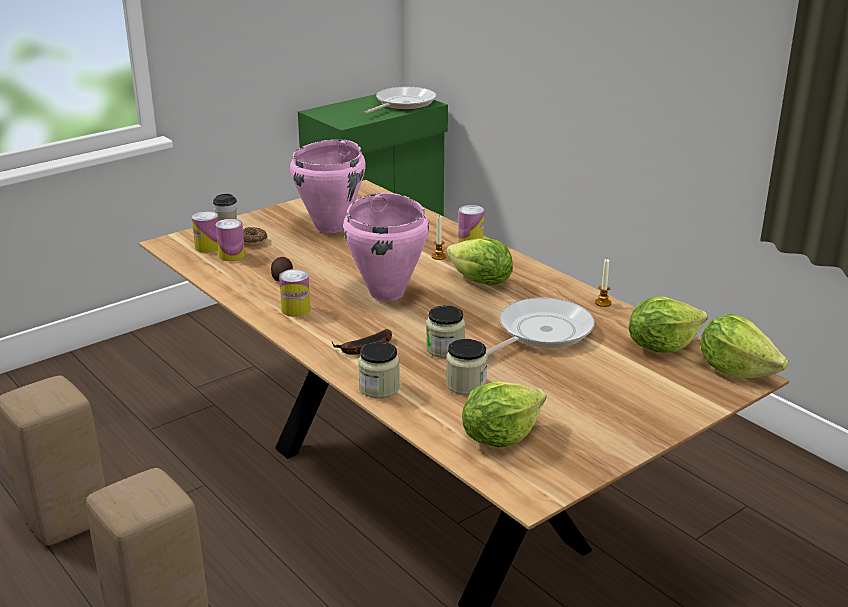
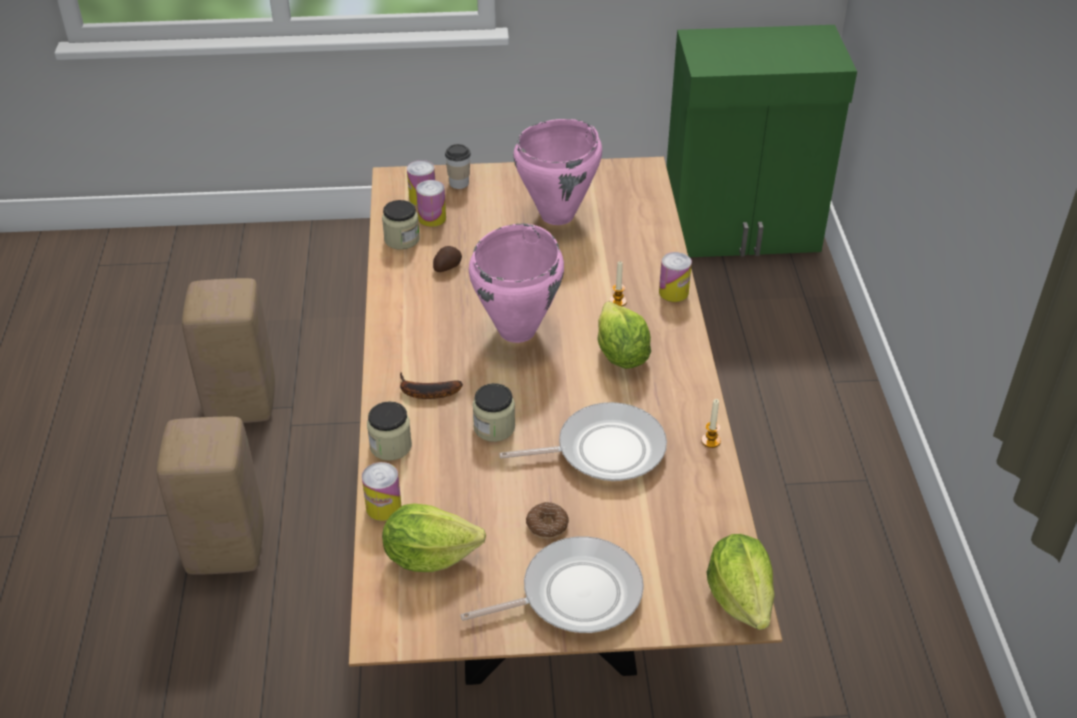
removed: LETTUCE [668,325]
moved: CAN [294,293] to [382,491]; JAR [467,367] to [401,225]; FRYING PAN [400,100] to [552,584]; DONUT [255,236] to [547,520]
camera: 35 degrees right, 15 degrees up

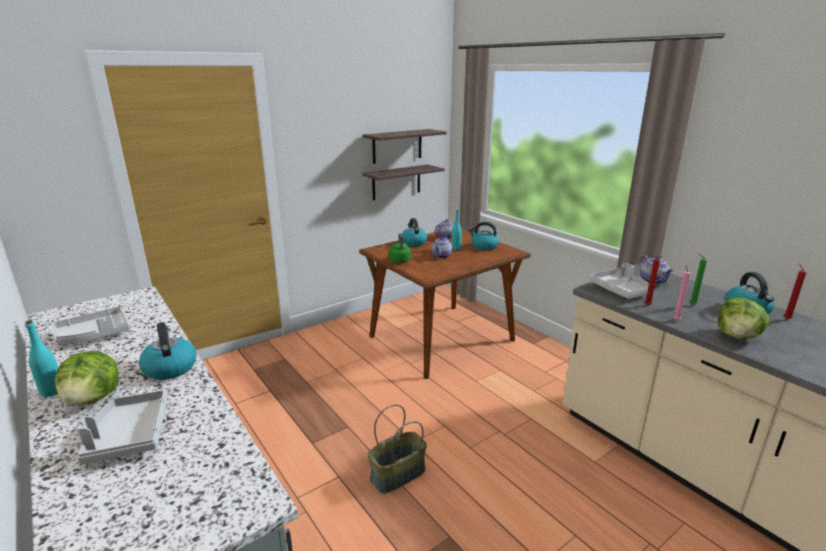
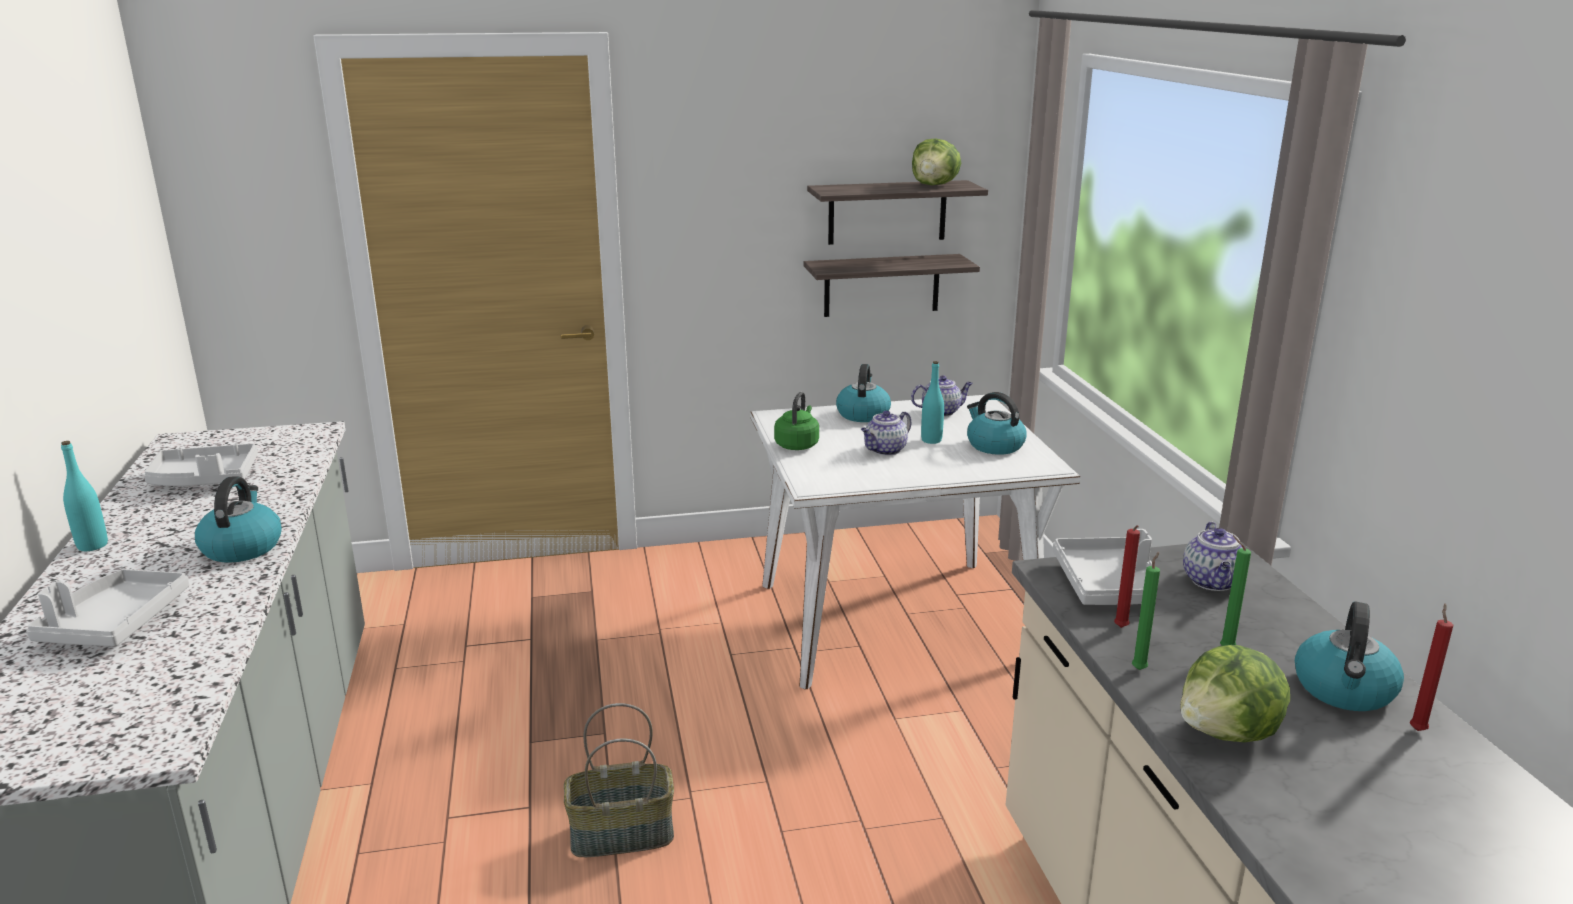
moved: LETTUCE [87,378] to [936,161]
recoloured: BROWN DINING TABLE [445,304] to WHITE DINING TABLE [915,542]; PINK CANDLE [682,292] to GREEN CANDLE [1146,611]
camera: 25 degrees right, 0 degrees up

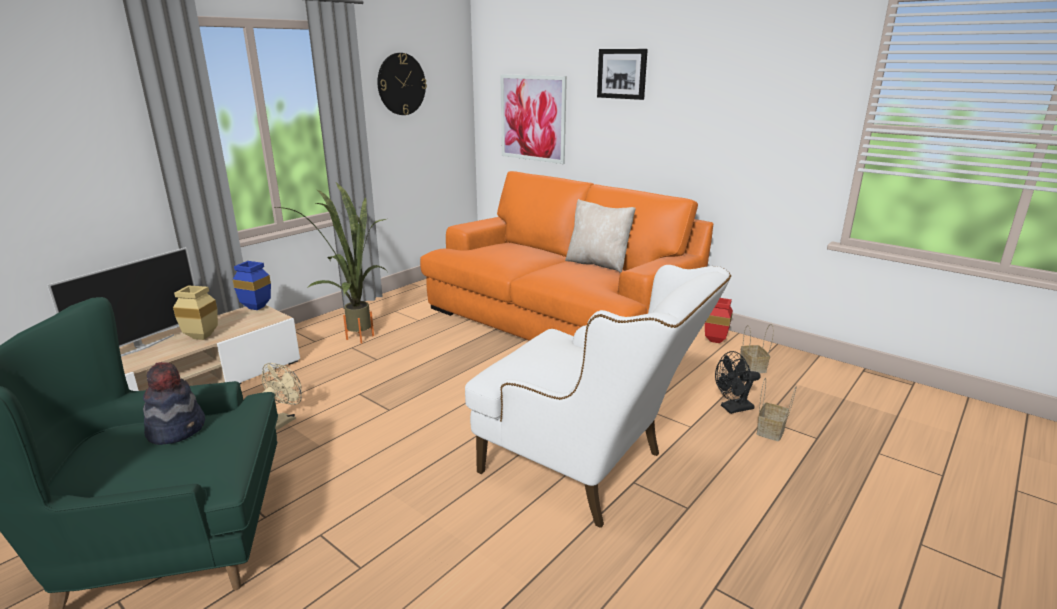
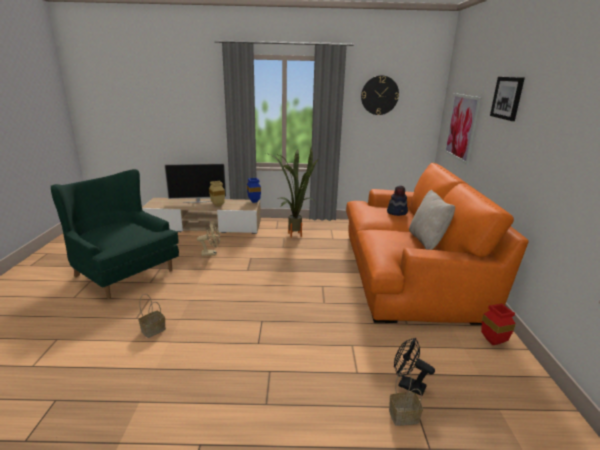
removed: WHITE ARMCHAIR [598,396]
moved: BASKET [757,348] to [152,316]; HAT [174,403] to [397,200]
camera: 50 degrees right, 0 degrees up

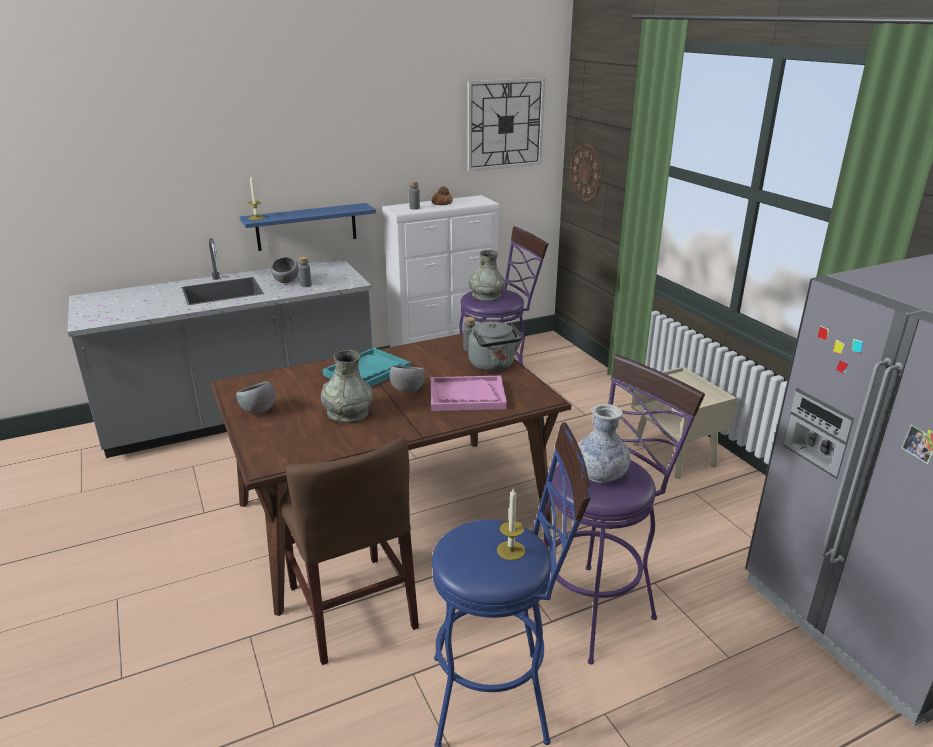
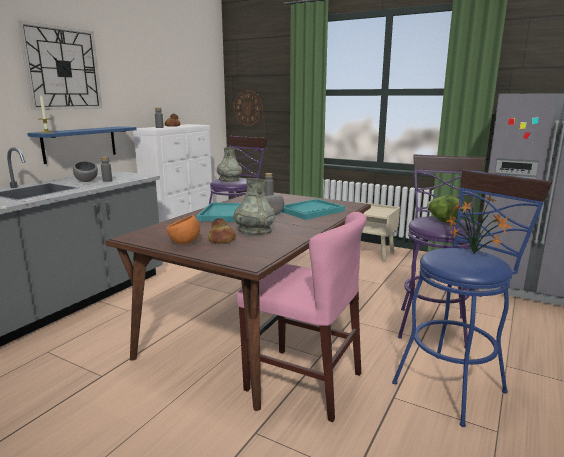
removed: GREY KETTLE [495,346]
added: BREAD [222,231]
moved: WALL CLOCK [506,124] to [60,65]
replaced: VASE [604,443] to LETTUCE [445,209]; CANDLE [511,523] to POTTED PLANT [479,224]
recoloured: GREY BOWL [255,397] to ORANGE BOWL [183,229]; BROWN CHAIR [349,551] to PINK CHAIR [301,317]; PINK TRAY [469,393] to TURQUOISE TRAY [313,209]
camera: 35 degrees left, 10 degrees down

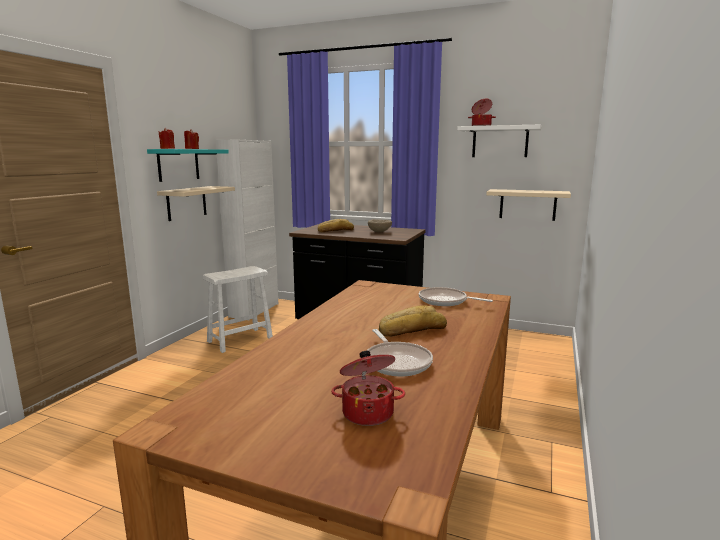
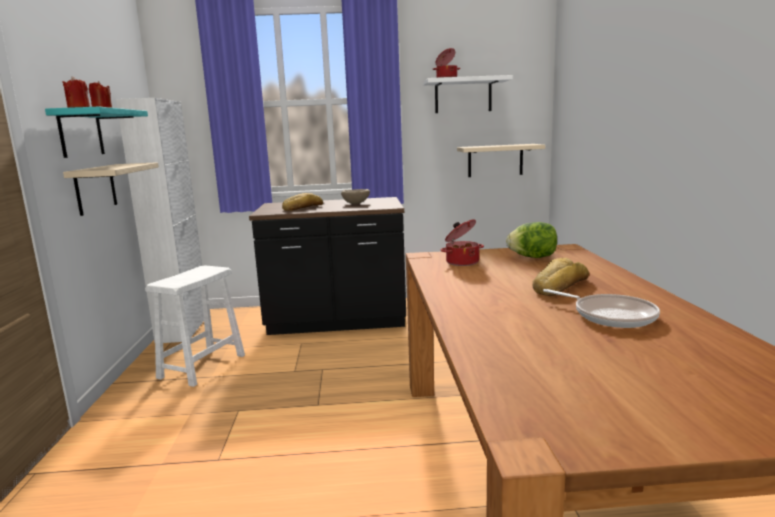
moved: COOKING POT [368,388] to [462,242]
replaced: FRYING PAN [456,296] to LETTUCE [531,240]
camera: 25 degrees left, 0 degrees up

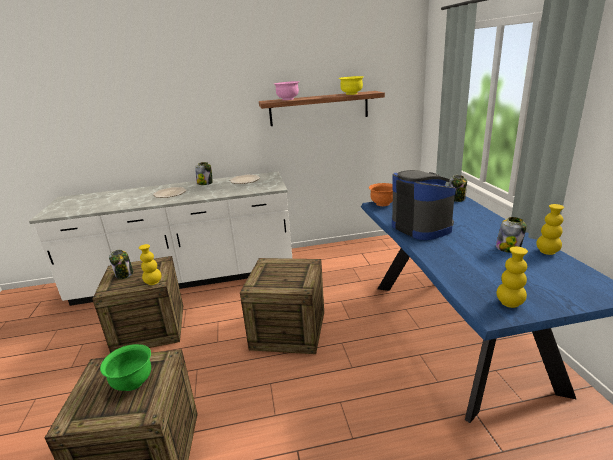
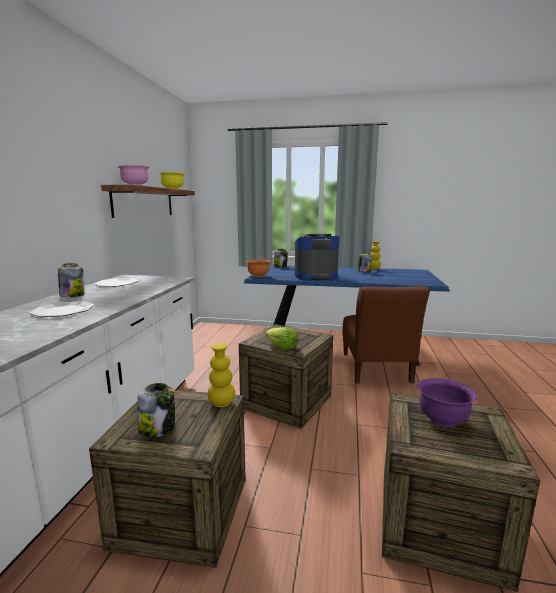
removed: YELLOW VASE [512,277]
added: LETTUCE [282,338]; BROWN CHAIR [386,335]
recoloured: GREEN BOWL [125,367] to PURPLE BOWL [447,402]
camera: 70 degrees left, 10 degrees down

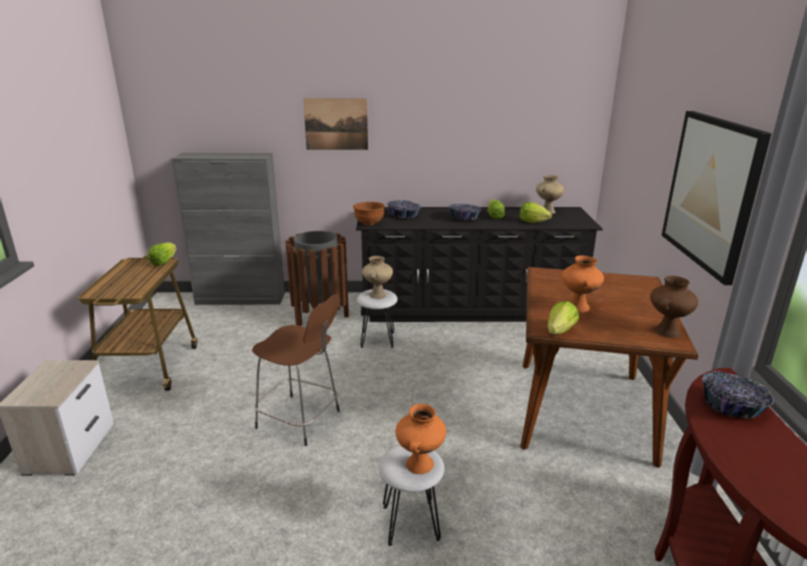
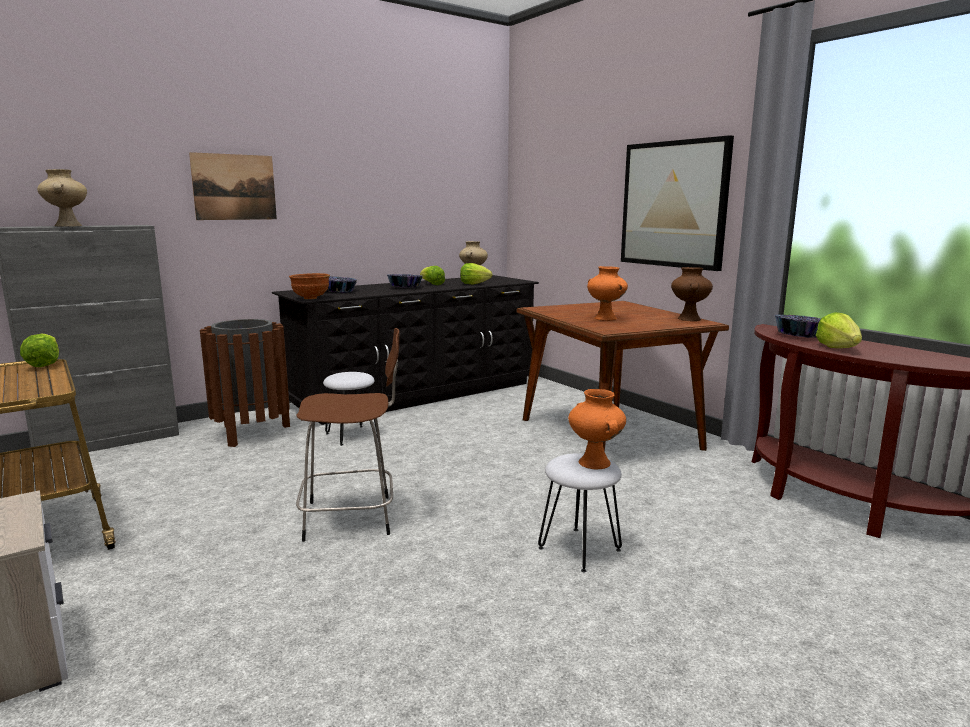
moved: BEIGE VASE [377,277] to [62,198]; LETTUCE [563,318] to [839,330]
camera: 35 degrees left, 10 degrees down

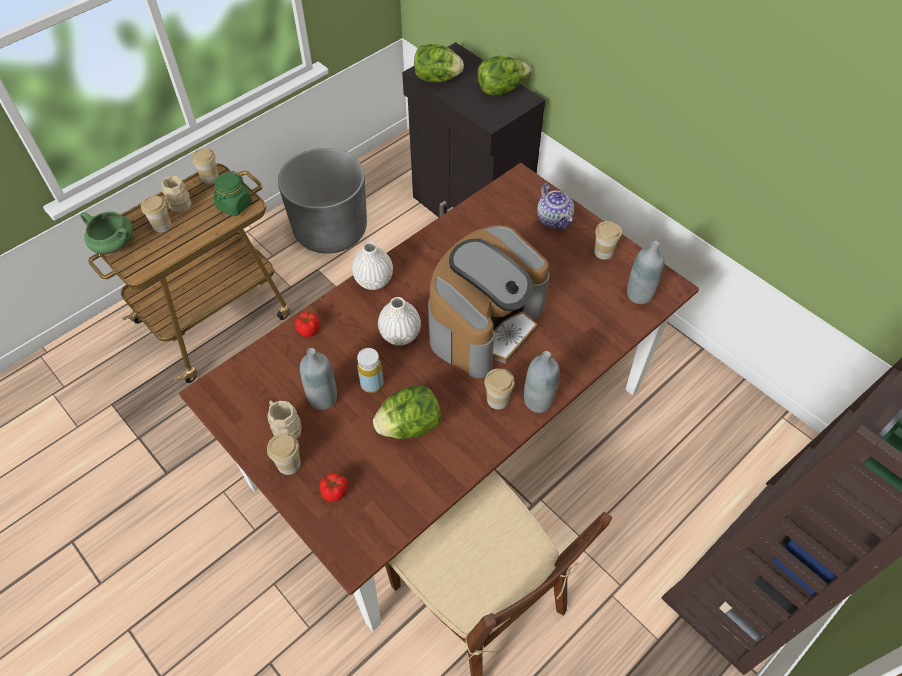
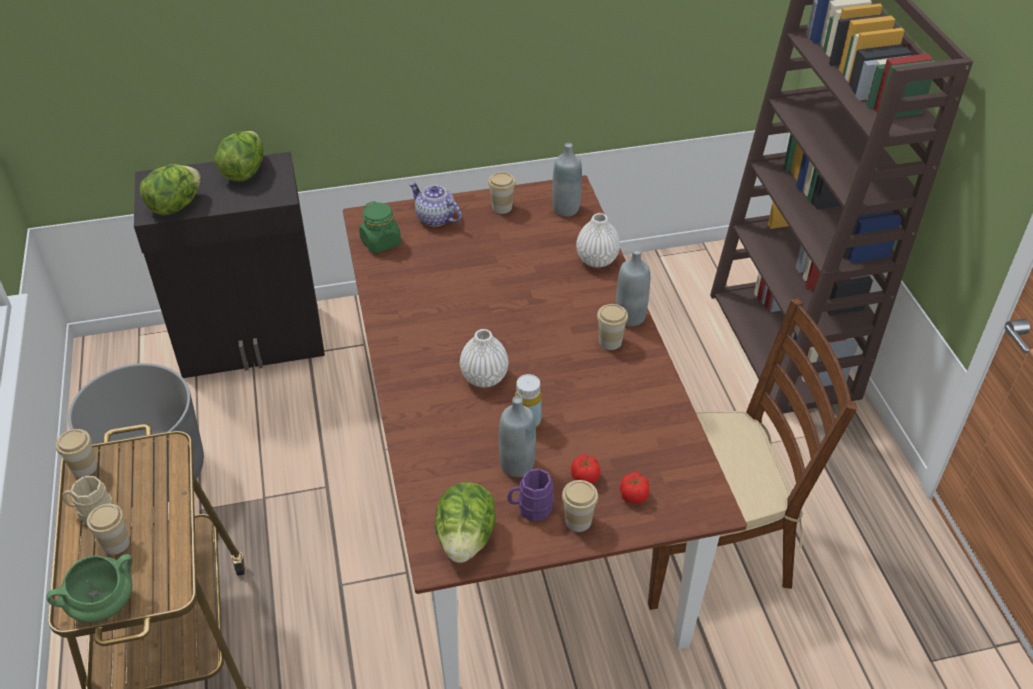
removed: COFFEE MACHINE [488,301]
moved: GREEN JAR [233,193] to [380,227]; LETTUCE [407,412] to [465,522]; TOMATO [307,324] to [586,469]; WHITE VASE [372,266] to [598,240]
recoloured: BEIGE MUG [284,419] to PURPLE MUG [530,495]
turned: TEAPOT [555,206] = [435,204] 150 degrees counterclockwise
camera: 60 degrees left, 10 degrees down

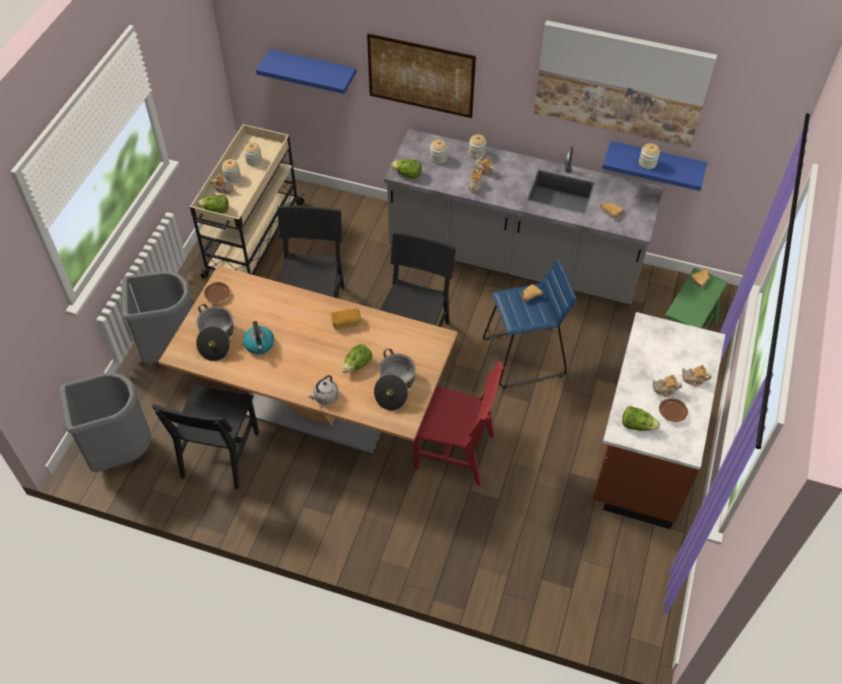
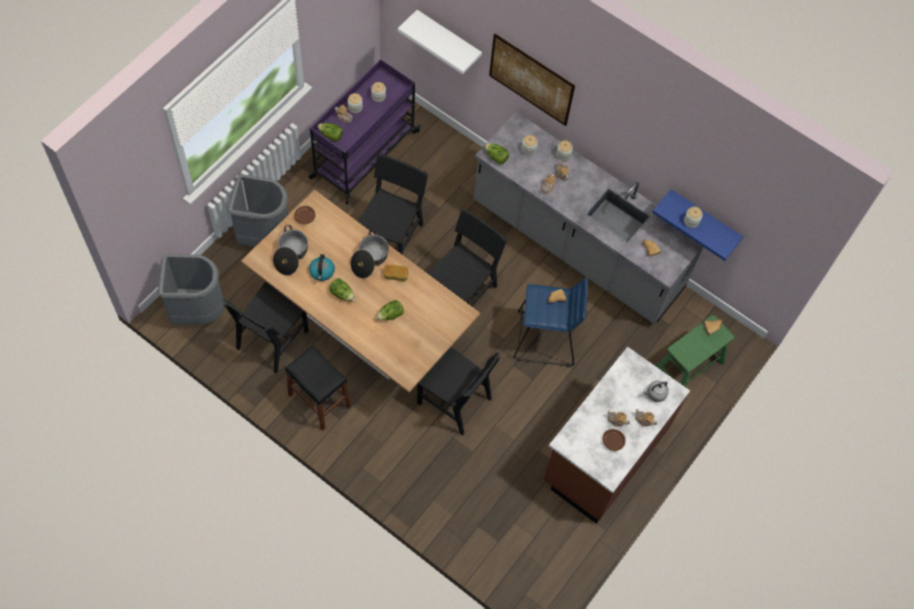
removed: PICTURE [625,83]
added: BLACK STOOL [318,388]
moved: LETTUCE [641,418] to [342,289]; COOKING POT [395,380] to [370,253]; GREY KETTLE [323,390] to [656,391]
recoloured: BEIGE CART [247,201] to PURPLE CART [365,131]; BLUE SHELF [306,71] to WHITE SHELF [440,42]; RED CHAIR [459,423] to BLACK CHAIR [458,391]
camera: 15 degrees right, 10 degrees up

